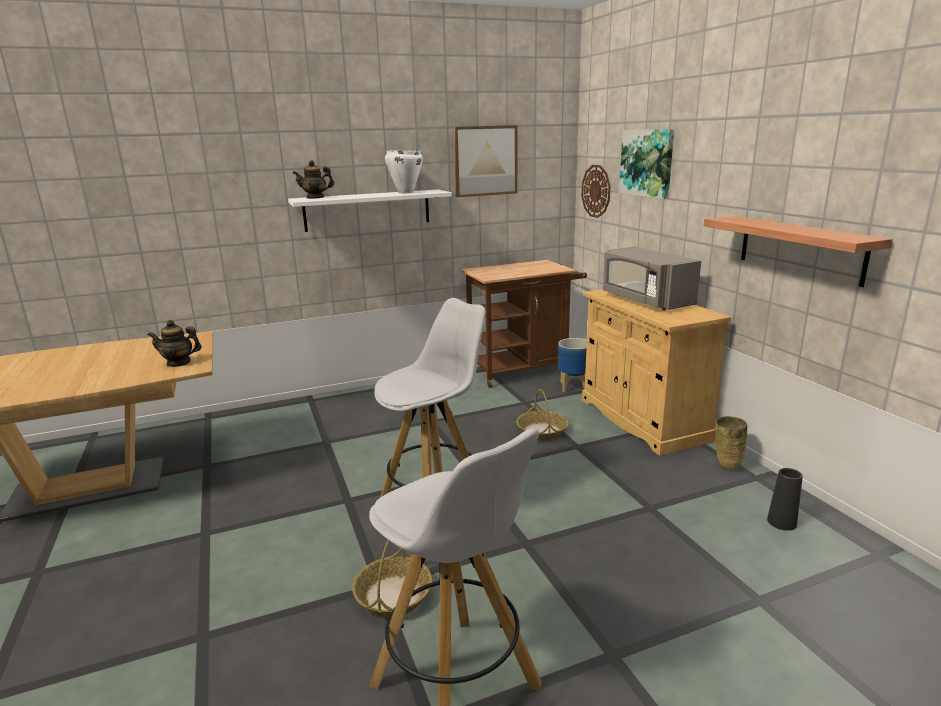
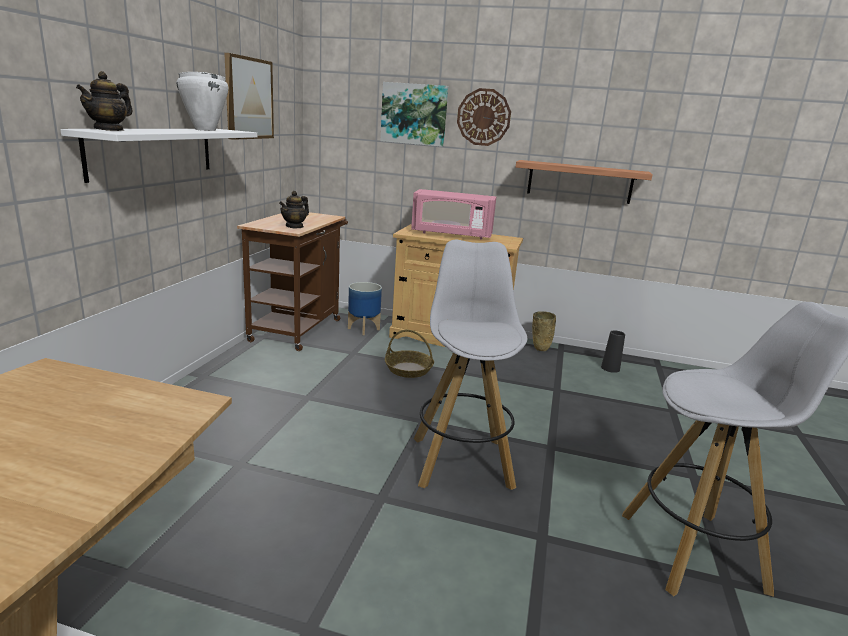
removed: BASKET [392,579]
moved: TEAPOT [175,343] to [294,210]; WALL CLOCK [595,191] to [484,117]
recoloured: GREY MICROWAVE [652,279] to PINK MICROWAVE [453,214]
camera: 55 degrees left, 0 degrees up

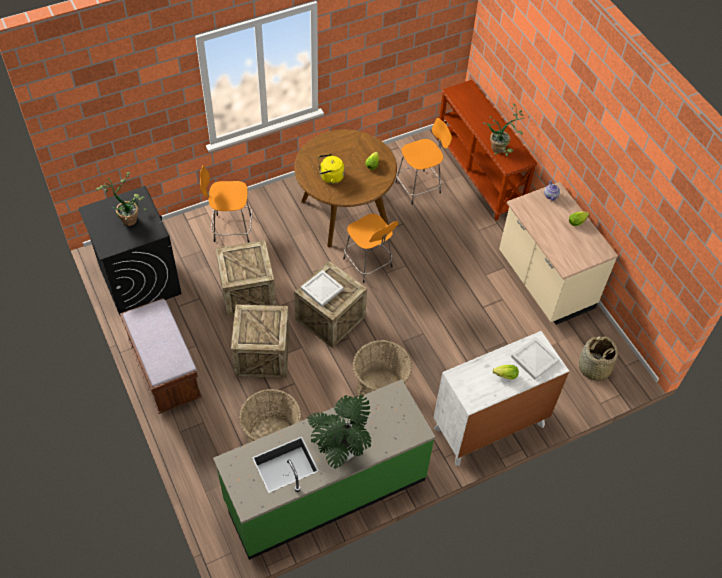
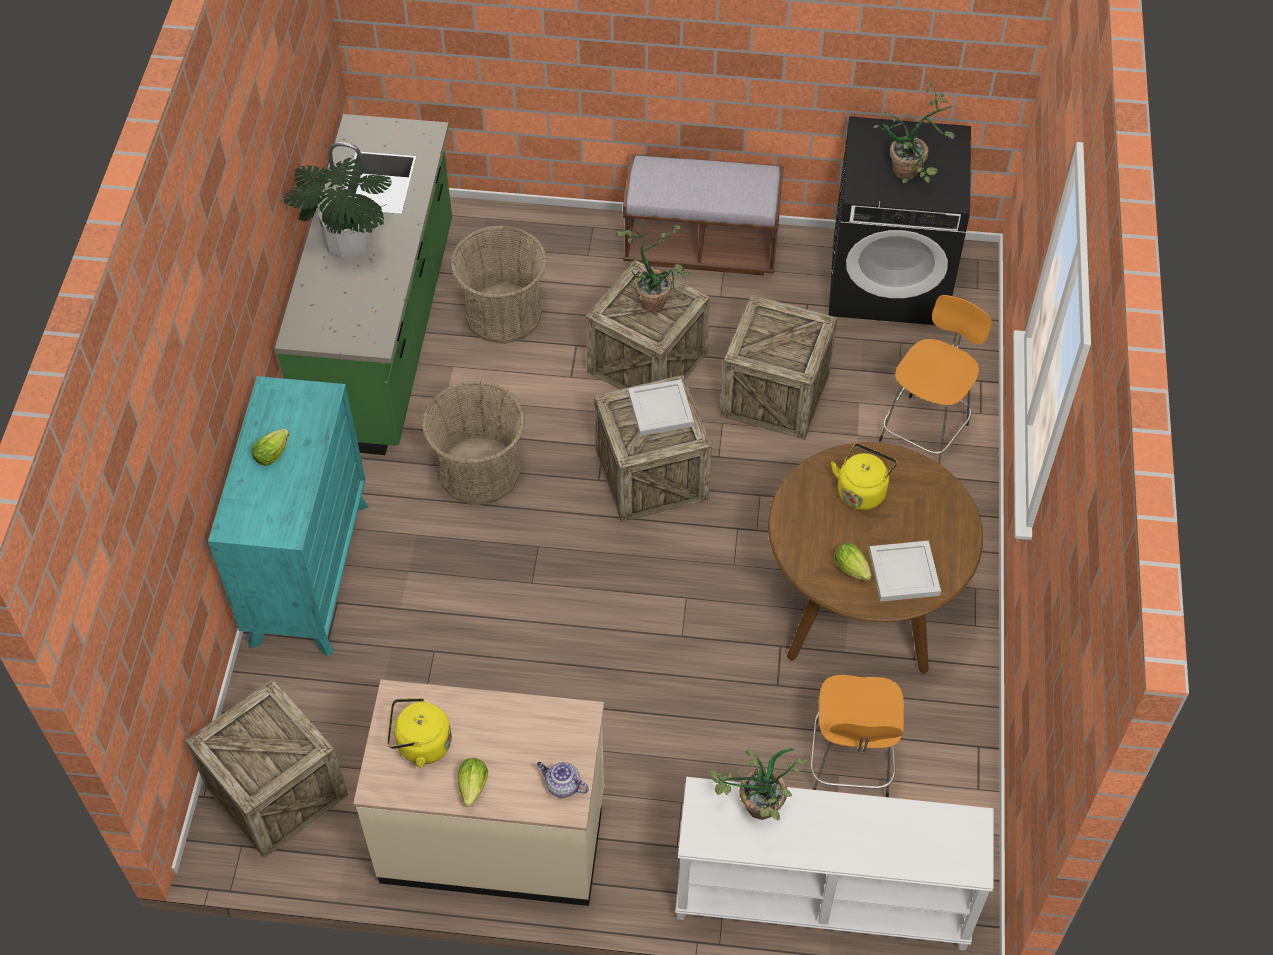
removed: ORANGE STOOL [371,248]
added: YELLOW KETTLE [419,733]; POTTED PLANT [653,267]
moved: WHITE TRAY [535,358] to [905,571]
replaced: BASKET [598,360] to CRATE [267,768]
recoloured: WHITE DRESSER [501,398] to TURQUOISE DRESSER [288,516]; BROWN CONSOLE TABLE [487,150] to WHITE CONSOLE TABLE [834,864]
camera: 125 degrees right, 0 degrees up

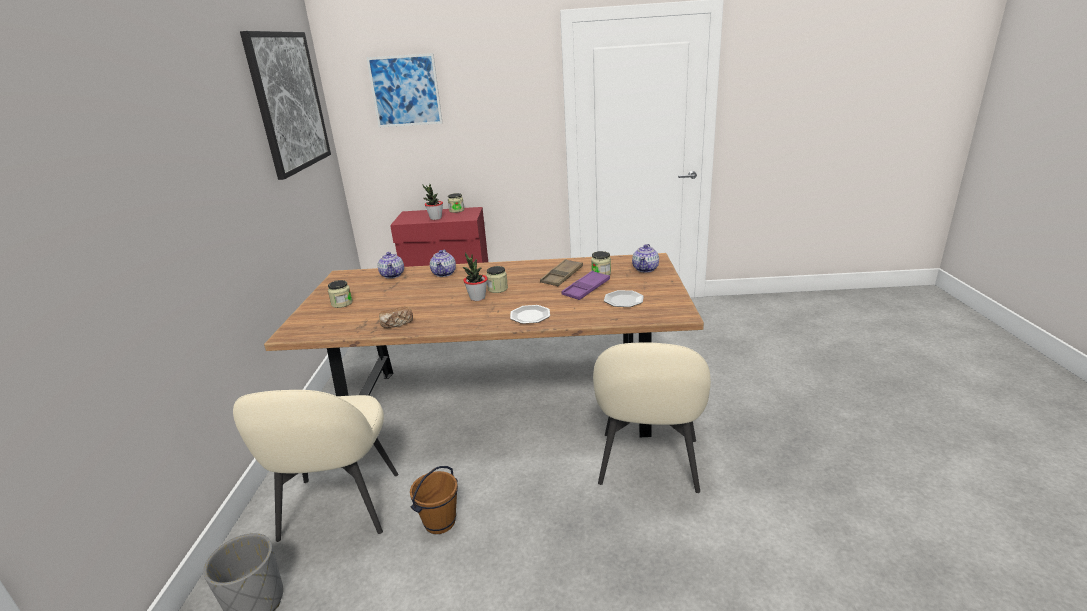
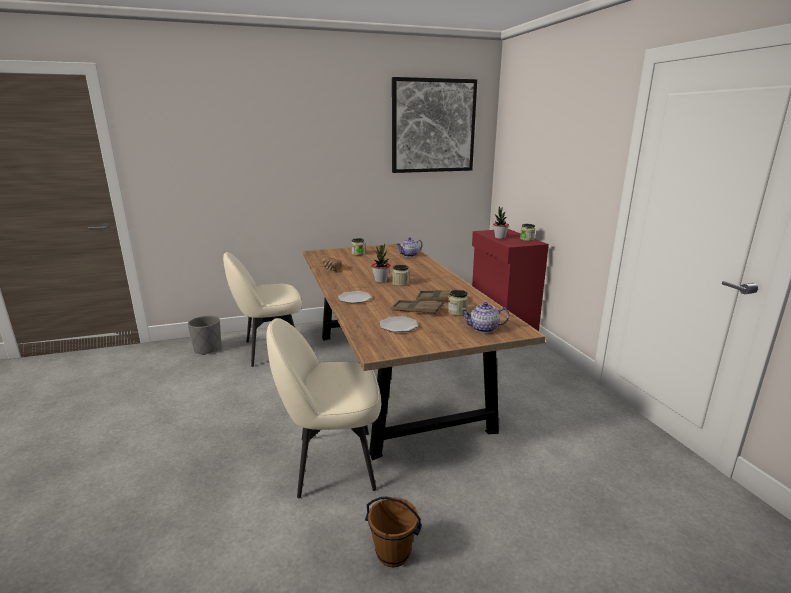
removed: PICTURE [404,90]; TEAPOT [443,263]
moved: BROWN BUCKET [434,500] to [393,532]
recoloured: PURPLE TRAY [585,285] to BROWN TRAY [417,307]
camera: 70 degrees right, 5 degrees down

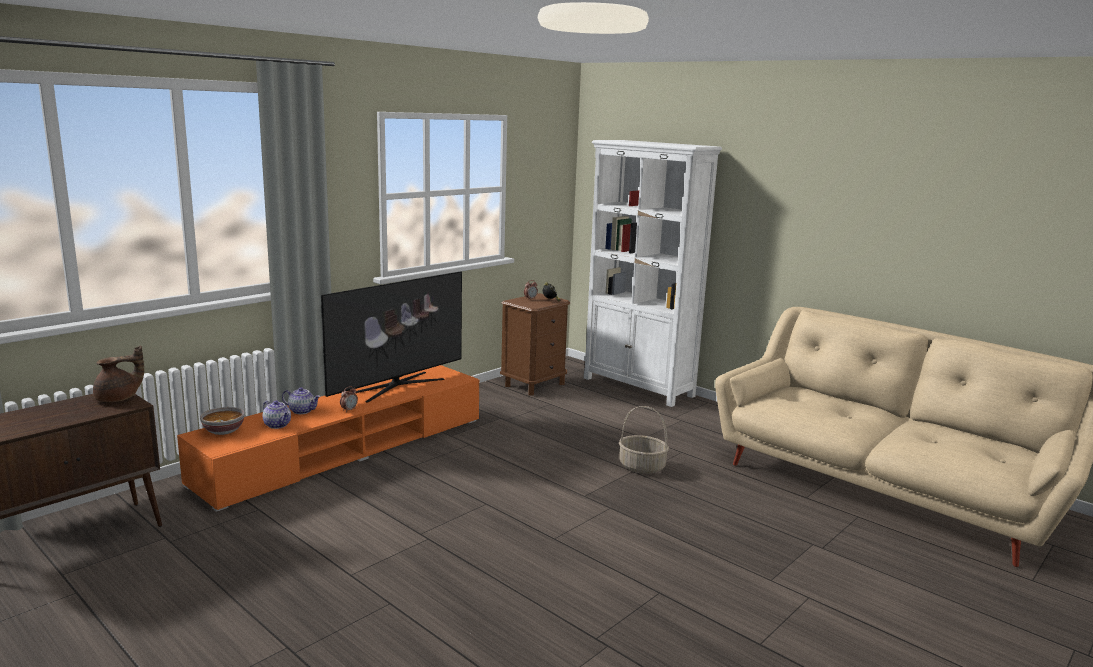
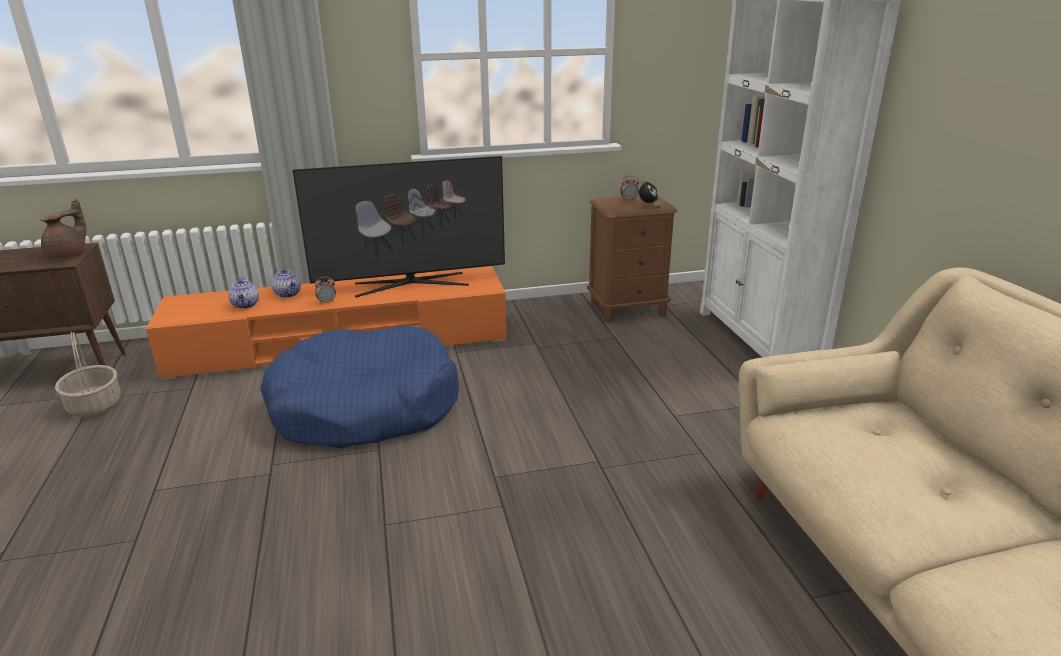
removed: BOWL [222,421]
added: BLUE DOG BED [359,386]
moved: BASKET [644,440] to [88,374]
turned: BROWN TEAPOT [118,373] = [63,228] 60 degrees counterclockwise
camera: 35 degrees right, 10 degrees up

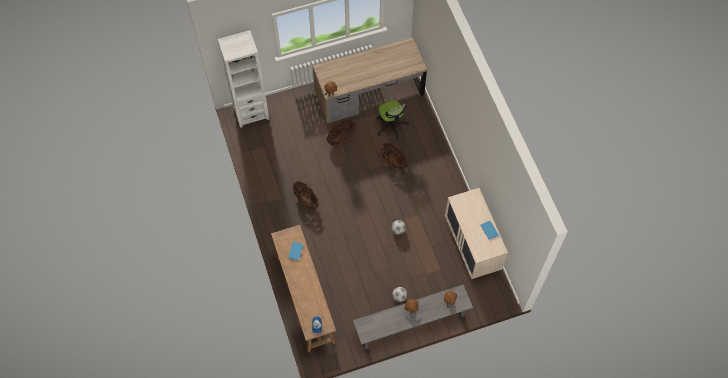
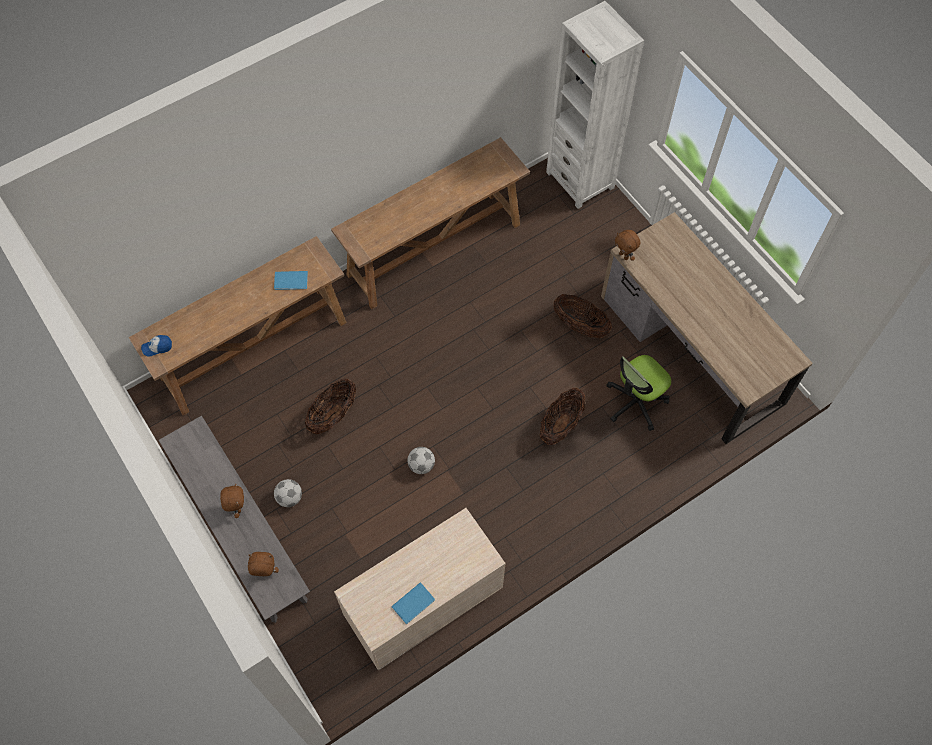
added: BROWN CONSOLE TABLE [430,223]
moved: BASKET [305,195] to [330,406]
camera: 75 degrees right, 0 degrees up

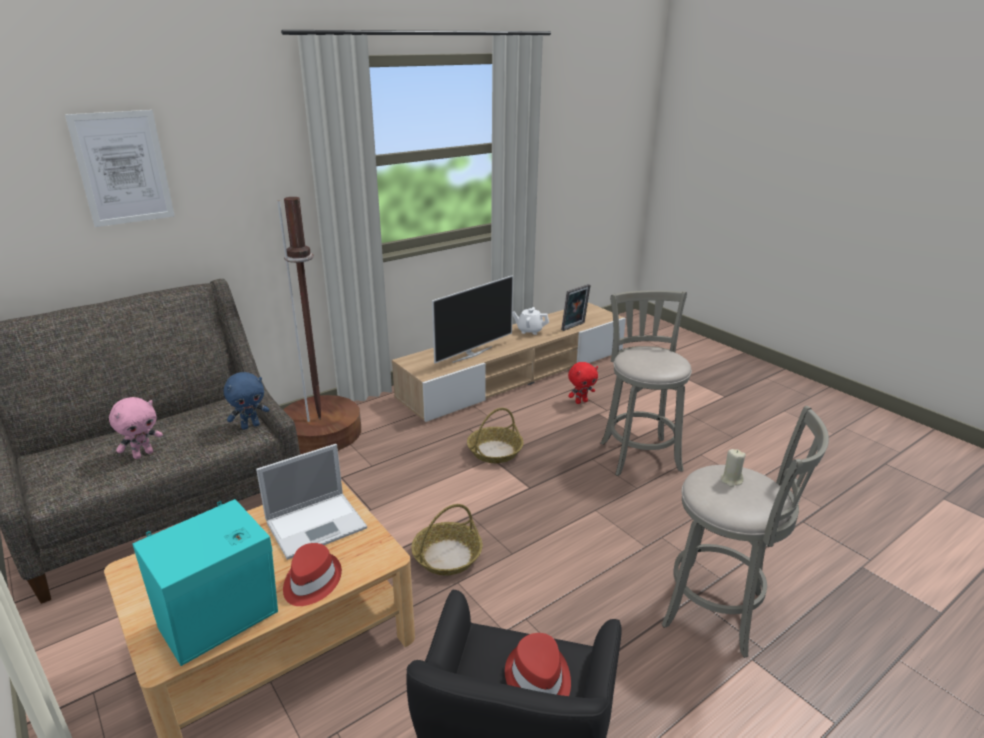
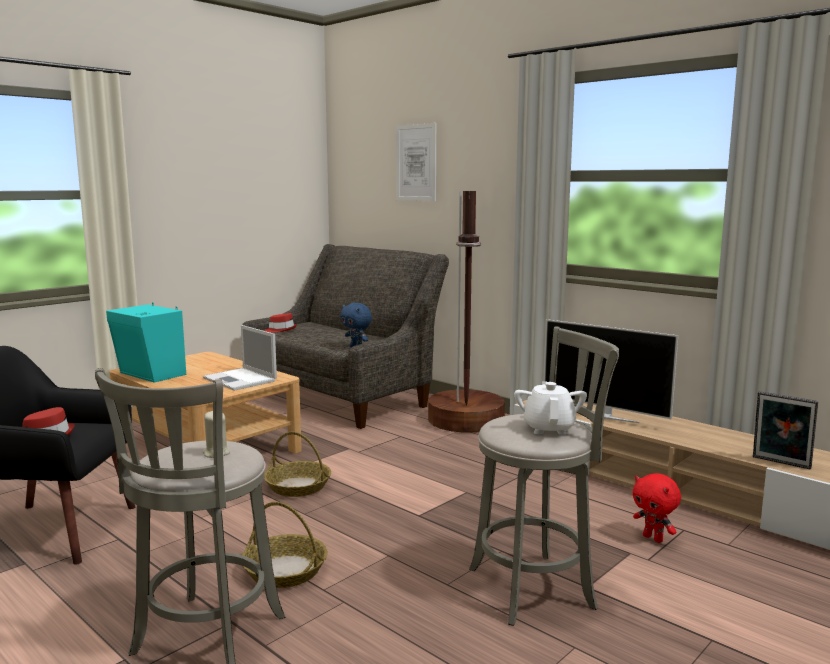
removed: PINK PLUSH TOY [136,428]
moved: BASKET [495,435] to [284,545]; RED HAT [312,574] to [281,322]; WHITE TEAPOT [530,321] to [550,408]
camera: 80 degrees right, 15 degrees down

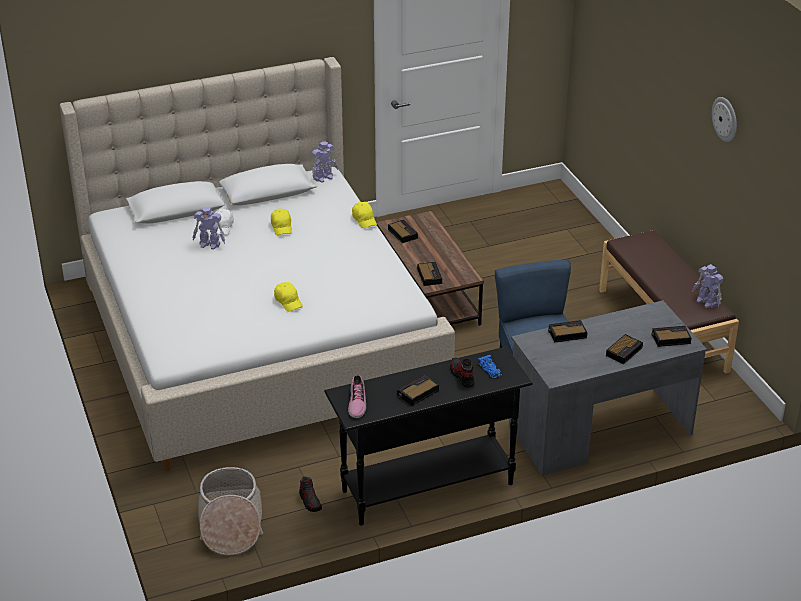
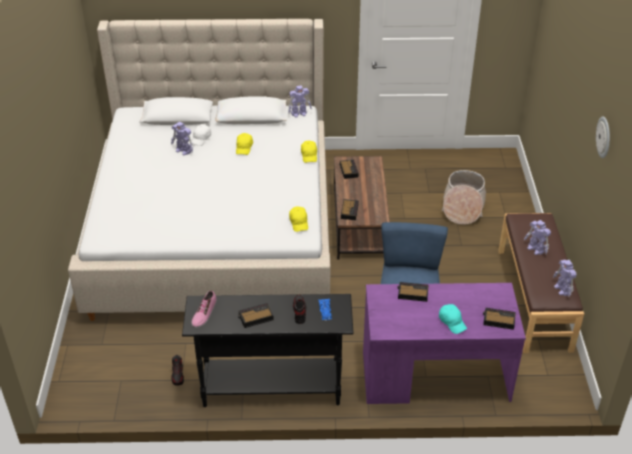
added: TOY ROBOT [537,237]
moved: YELLOW CAP [288,297] to [298,219]; BASKET [230,511] to [463,197]
replaced: ALARM CLOCK [624,349] to TURQUOISE CAP [453,319]
recoloured: GREY DESK [608,388] to PURPLE DESK [444,343]
camera: 20 degrees right, 5 degrees up

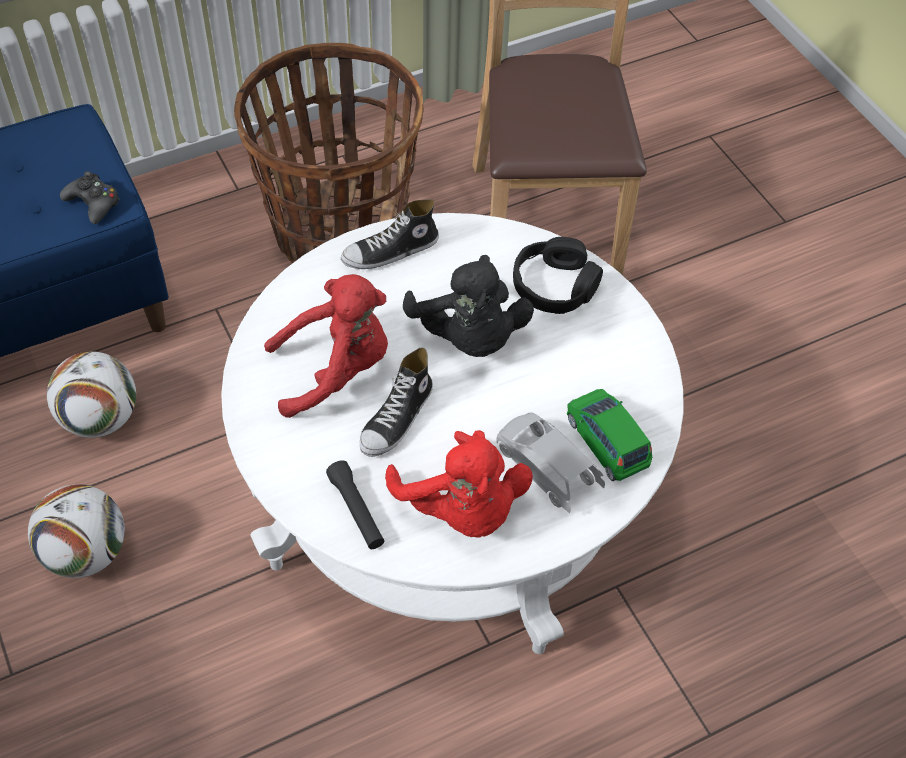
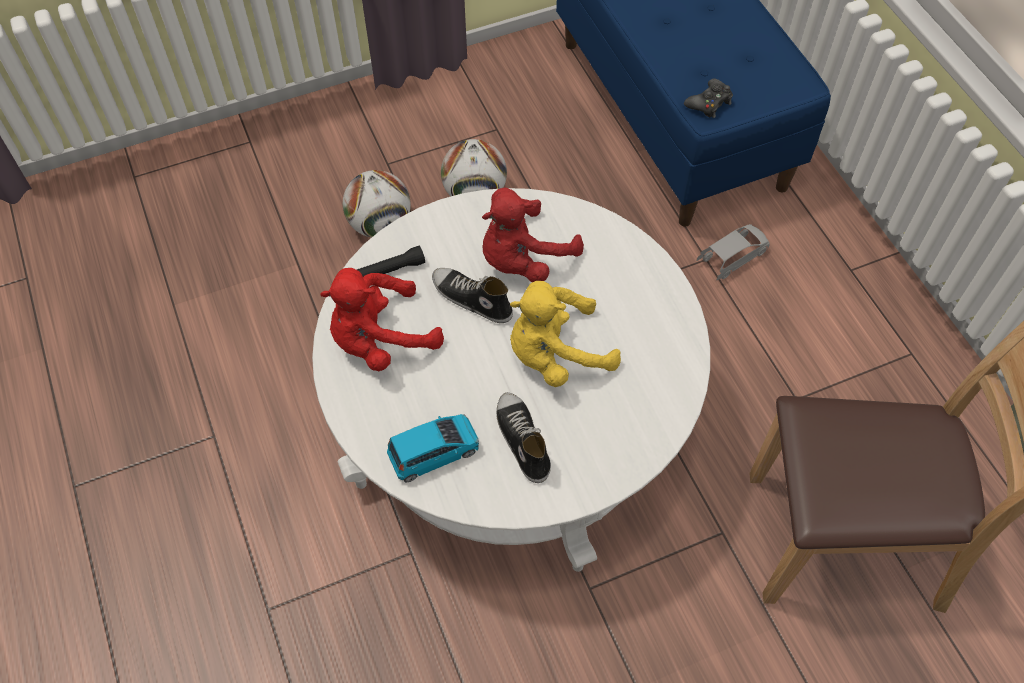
removed: BASKET [329,153]; BLACK HEADPHONES [558,275]
moved: FOOTBALL [91,394] to [377,204]; SHOE [390,234] to [523,437]; GREY TOY CAR [550,463] to [733,252]
recoloured: GREEN TOY CAR [609,435] to BLUE TOY CAR [433,448]; BLACK PLUSH TOY [468,306] to YELLOW PLUSH TOY [565,334]
turned: RED PLUSH TOY [326,346] = [533,235] 60 degrees clockwise
camera: 95 degrees right, 5 degrees up

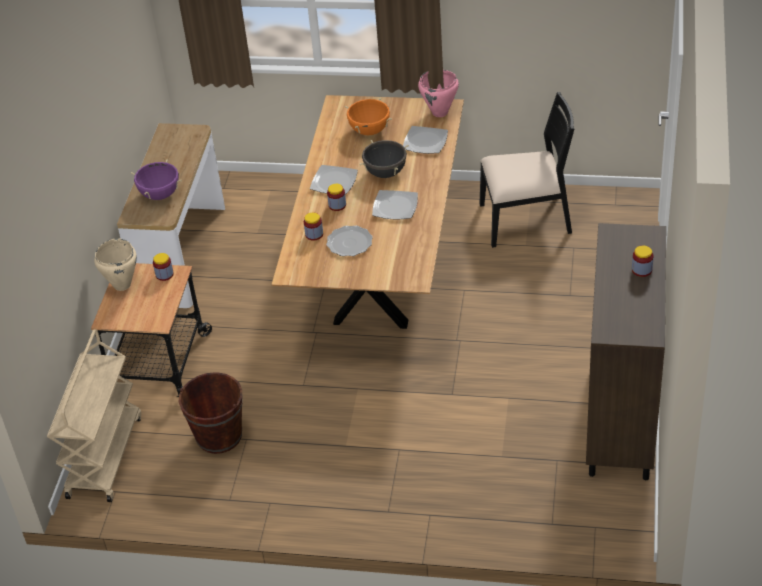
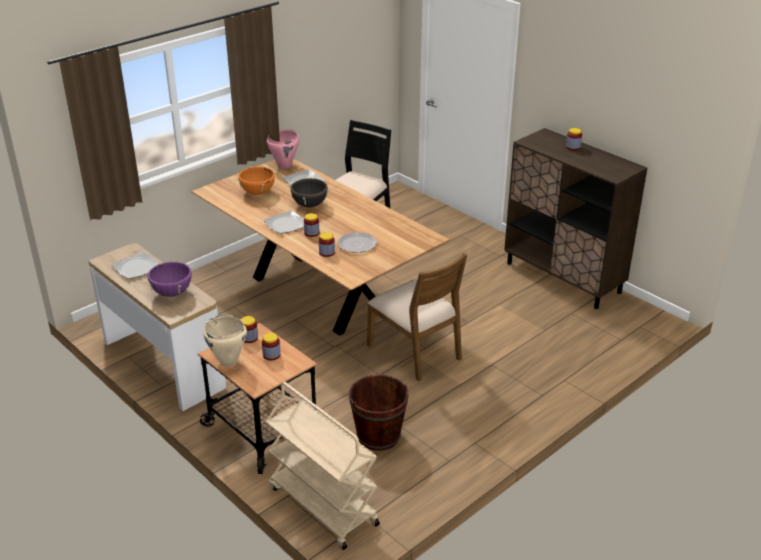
added: JAR [271,346]; BROWN CHAIR [417,317]
moved: PLATE [395,205] to [135,265]
camera: 55 degrees left, 10 degrees down

